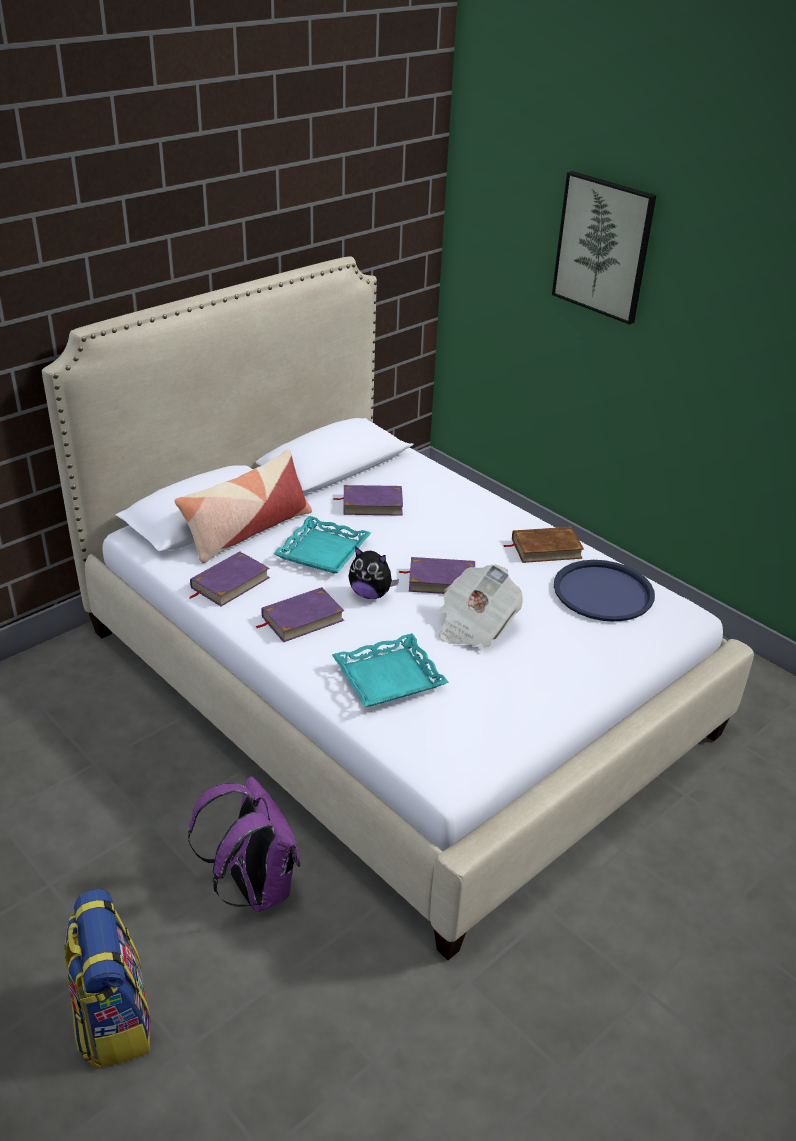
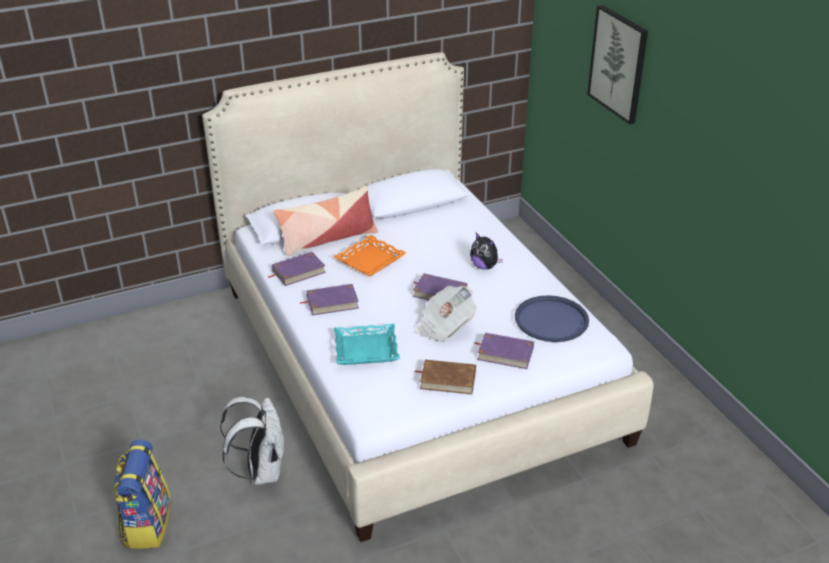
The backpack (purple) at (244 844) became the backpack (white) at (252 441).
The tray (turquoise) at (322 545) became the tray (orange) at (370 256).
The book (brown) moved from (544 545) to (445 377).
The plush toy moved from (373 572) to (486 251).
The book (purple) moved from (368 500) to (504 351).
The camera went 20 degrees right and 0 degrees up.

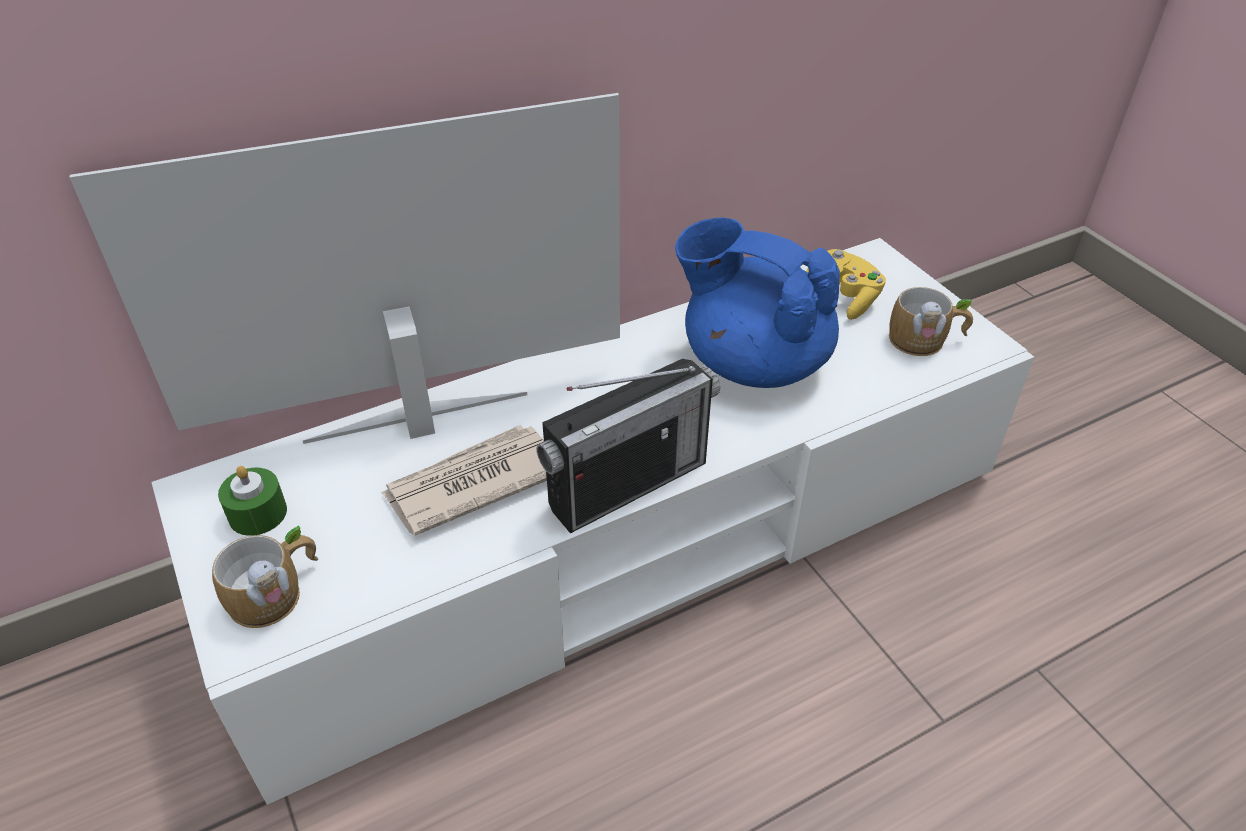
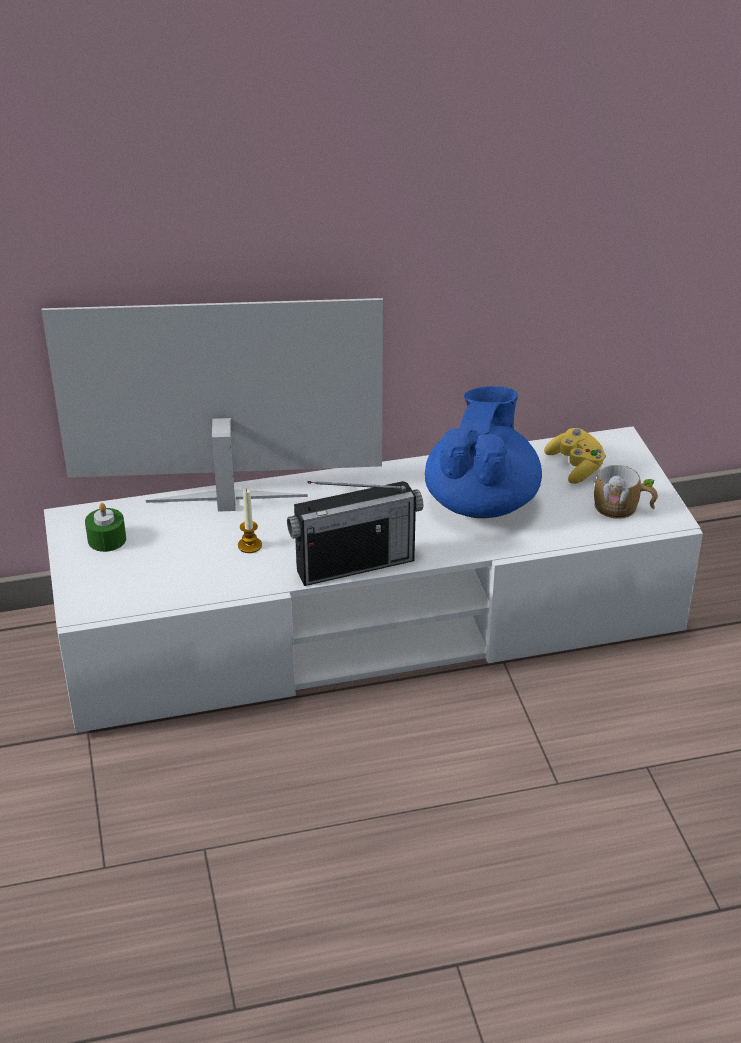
The newspaper at (464 480) was replaced by the candle at (250 520).
The teapot (blue) at (757 303) turned 60 degrees clockwise.
The mug at (265 577) disappeared.
The camera went 15 degrees right and 5 degrees down.

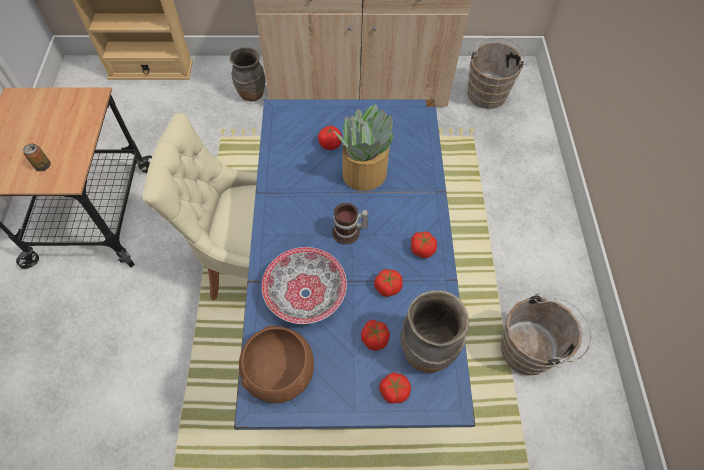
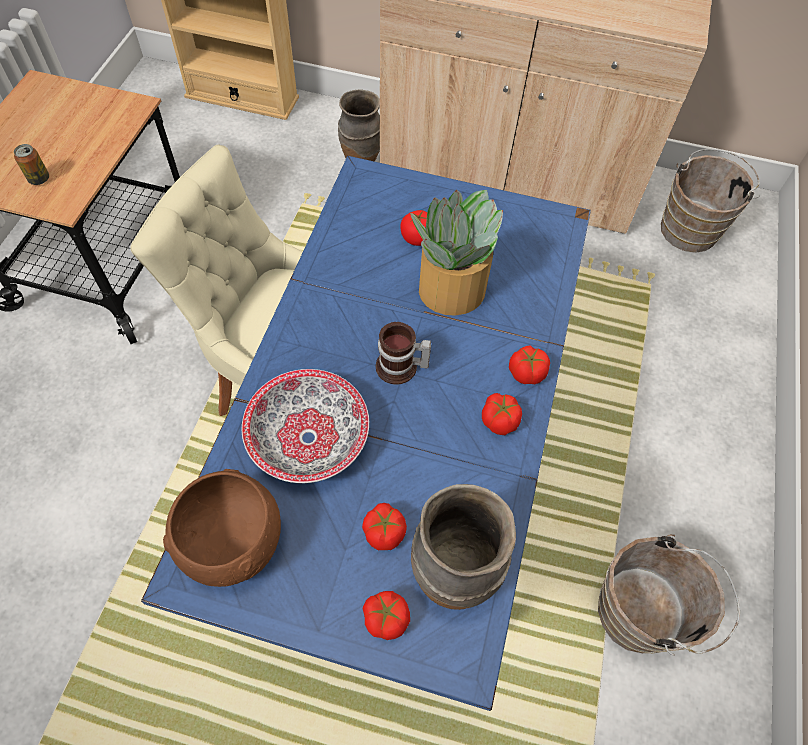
The tomato moved from (388 283) to (529 364).
The camera went 15 degrees right and 0 degrees up.

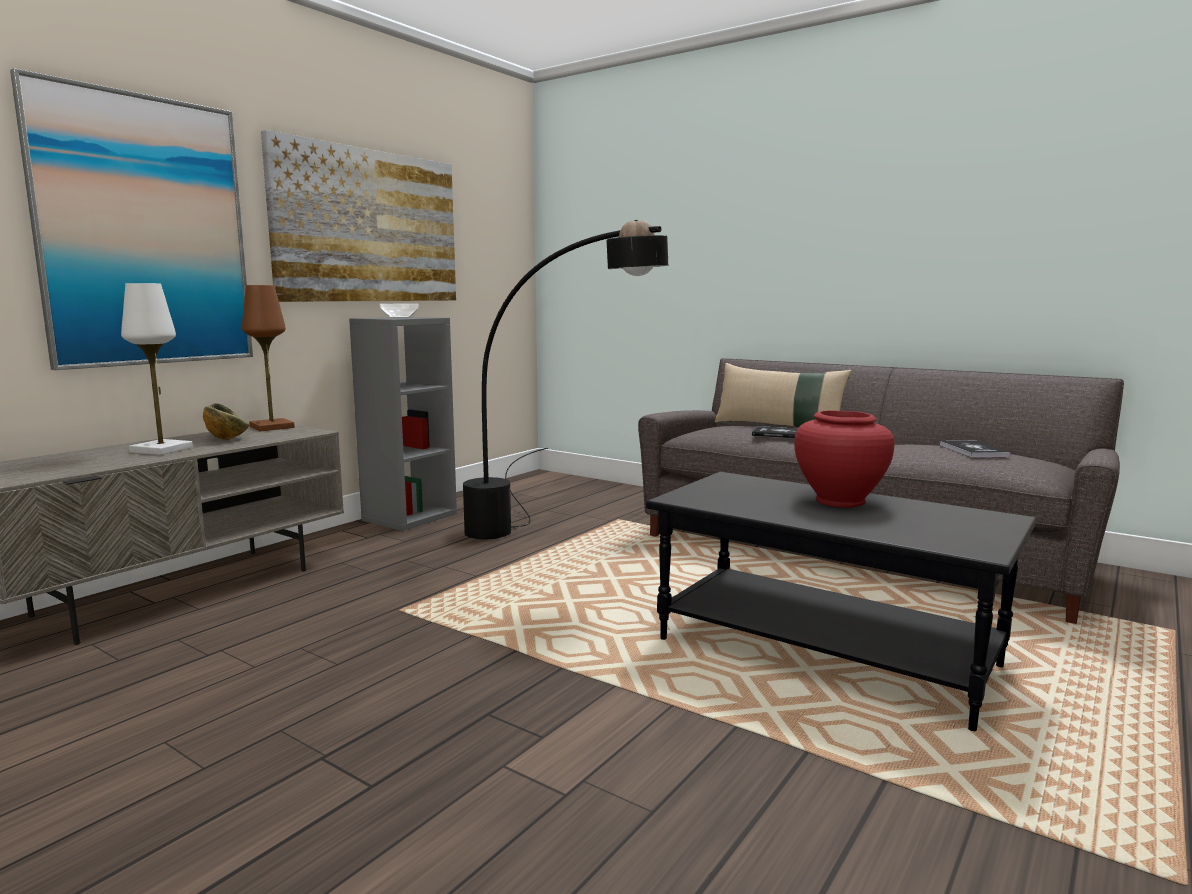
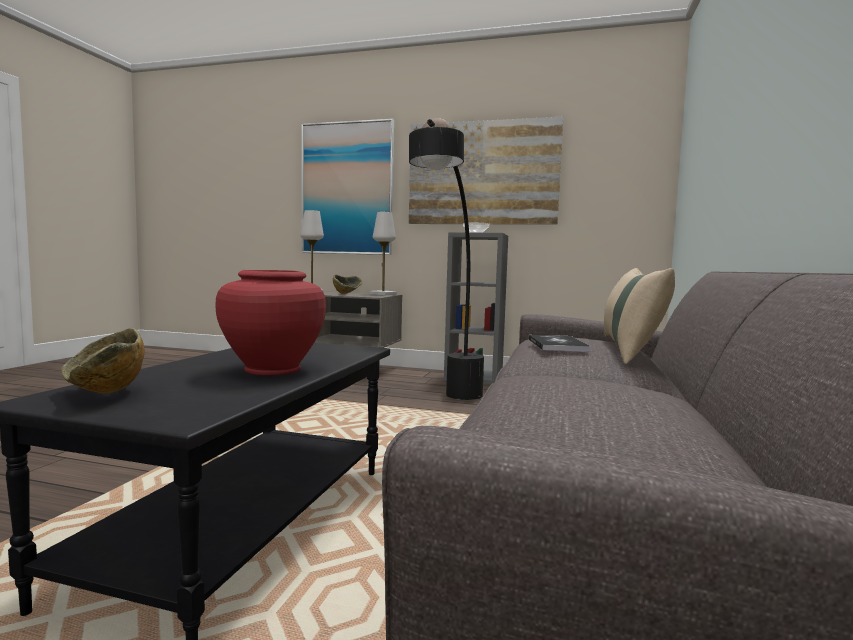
The bowl at (103 361) appeared.
The table lamp (brown) at (268 358) became the table lamp (white) at (383 253).
The book at (975 449) disappeared.
The camera went 70 degrees right and 5 degrees down.

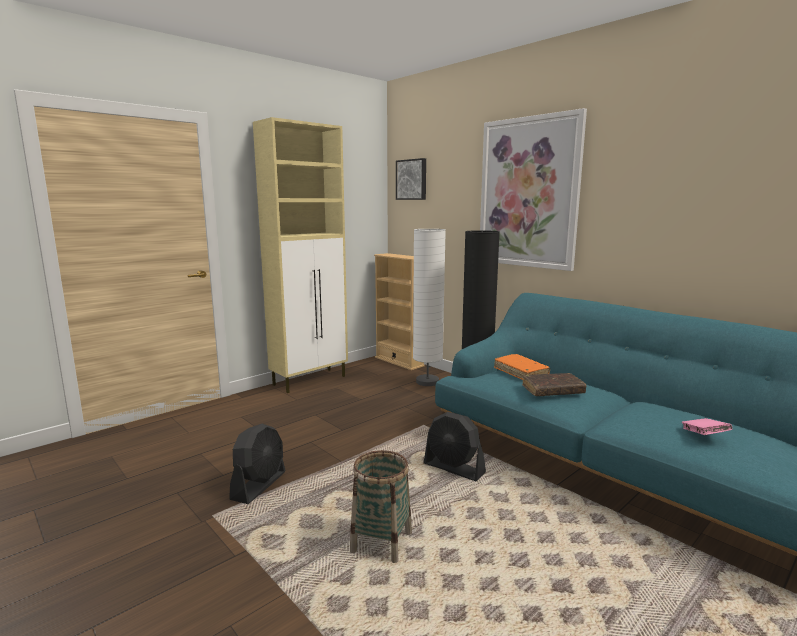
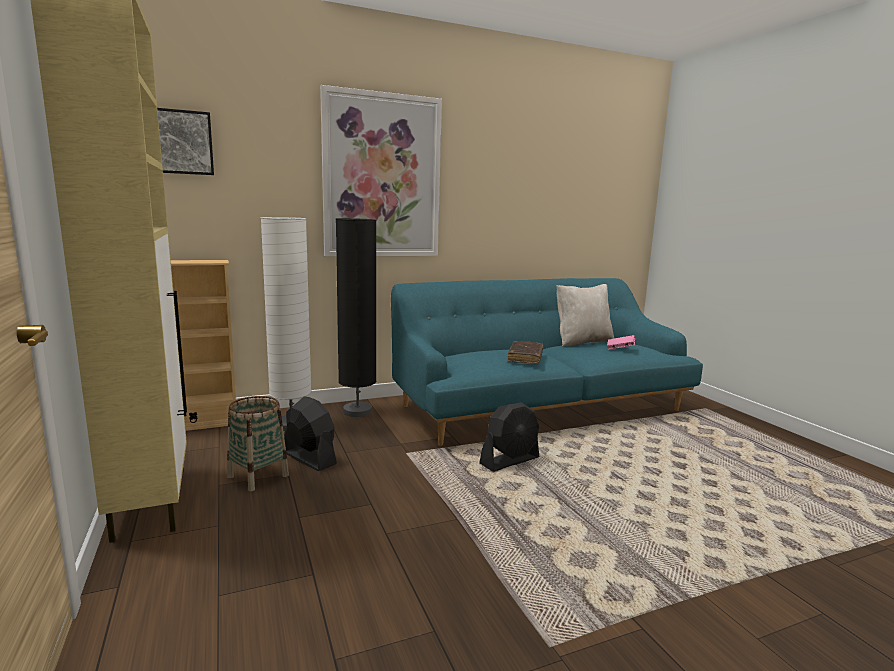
The basket moved from (381 506) to (258 443).
The fan (black) moved from (257 464) to (310 433).
The pillow (beige) at (585 315) appeared.
The book (orange) at (522 367) disappeared.
The camera went 70 degrees left and 0 degrees up.

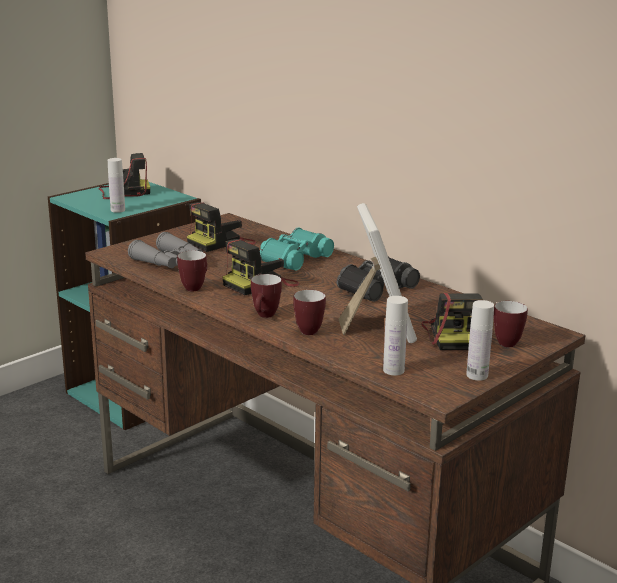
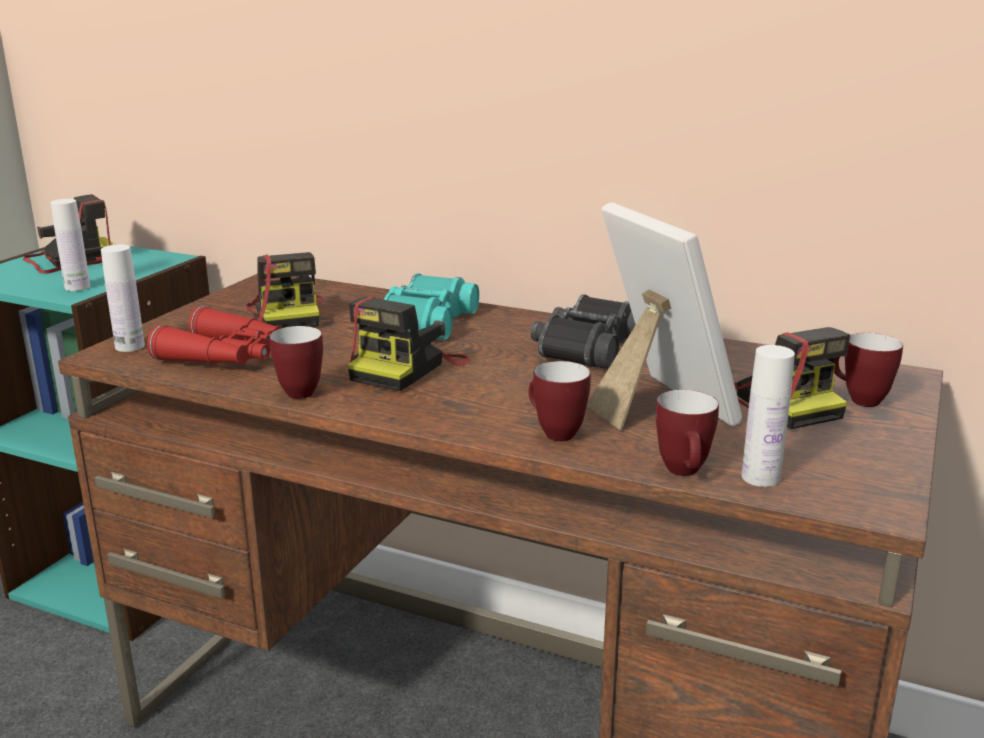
The bottle (white) moved from (480 340) to (123 298).
The binoculars (grey) at (165 250) became the binoculars (red) at (214 335).
The photo camera at (221 227) turned 45 degrees counterclockwise.
The mug moved from (266 296) to (687 433).
The camera went 20 degrees left and 0 degrees up.

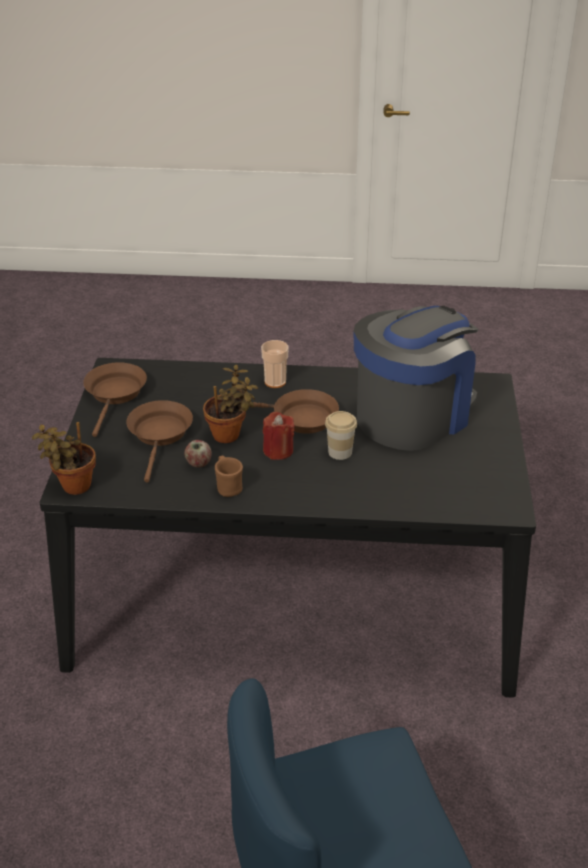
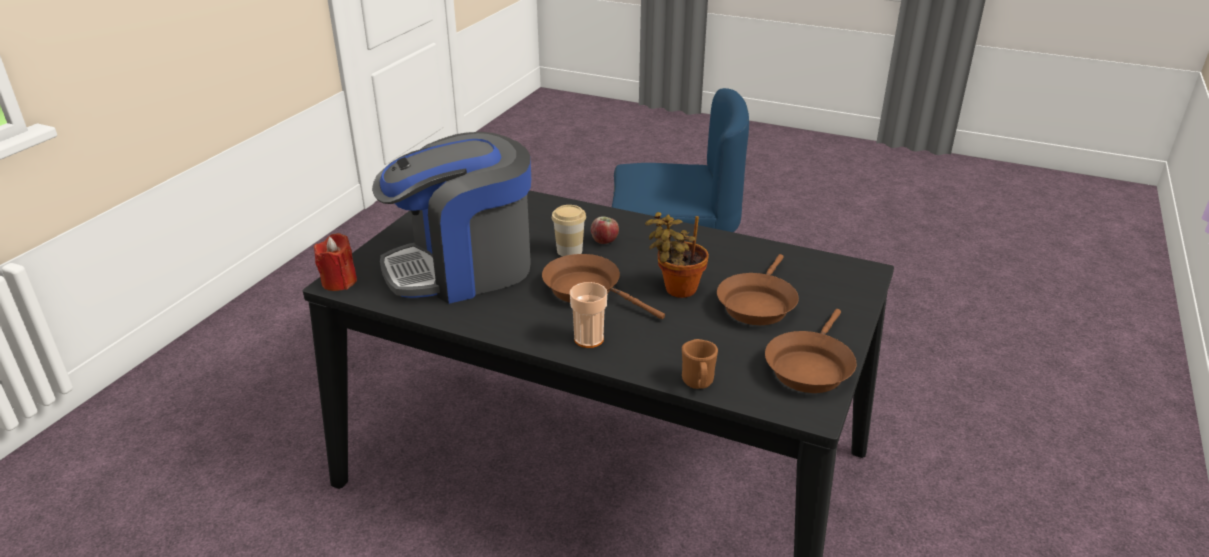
The candle (red) moved from (279 436) to (335 262).
The apple moved from (198 454) to (605 230).
The mug (brown) moved from (229 476) to (700 364).
The potted plant at (64 458) disappeared.
The camera went 160 degrees left and 5 degrees down.

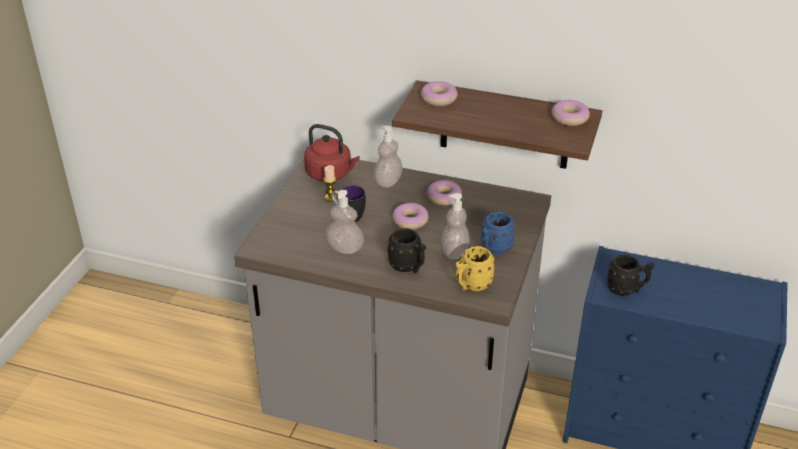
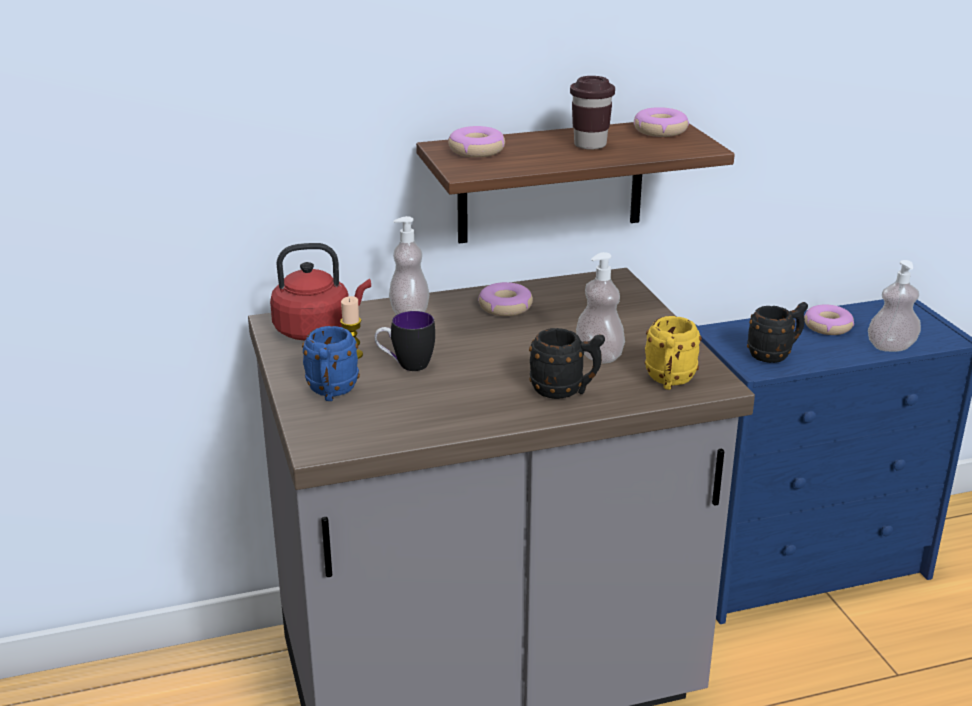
The mug (blue) moved from (498 233) to (331 363).
The cup (brown) at (592 113) appeared.
The donut moved from (410 216) to (829 320).
The soap dispenser moved from (344 222) to (894 306).
The camera went 35 degrees left and 10 degrees down.

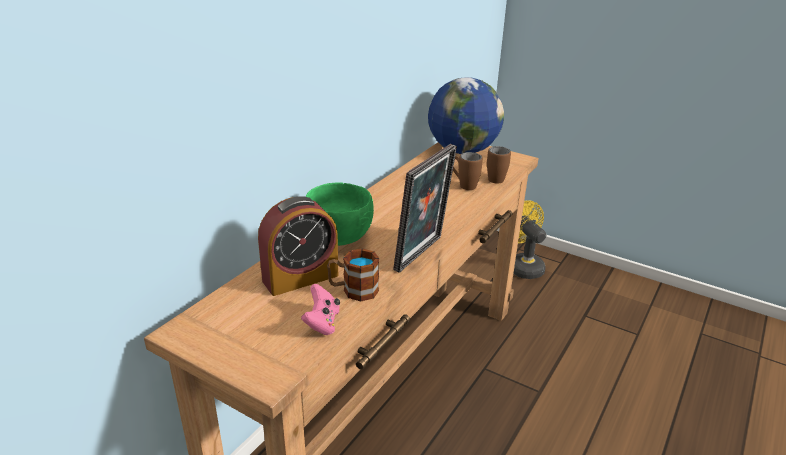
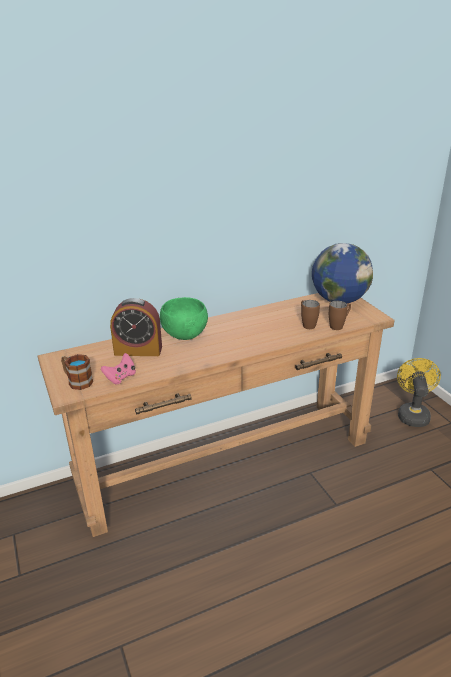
The mug moved from (353 275) to (77 372).
The picture frame at (425 208) disappeared.
The camera went 35 degrees right and 0 degrees up.

